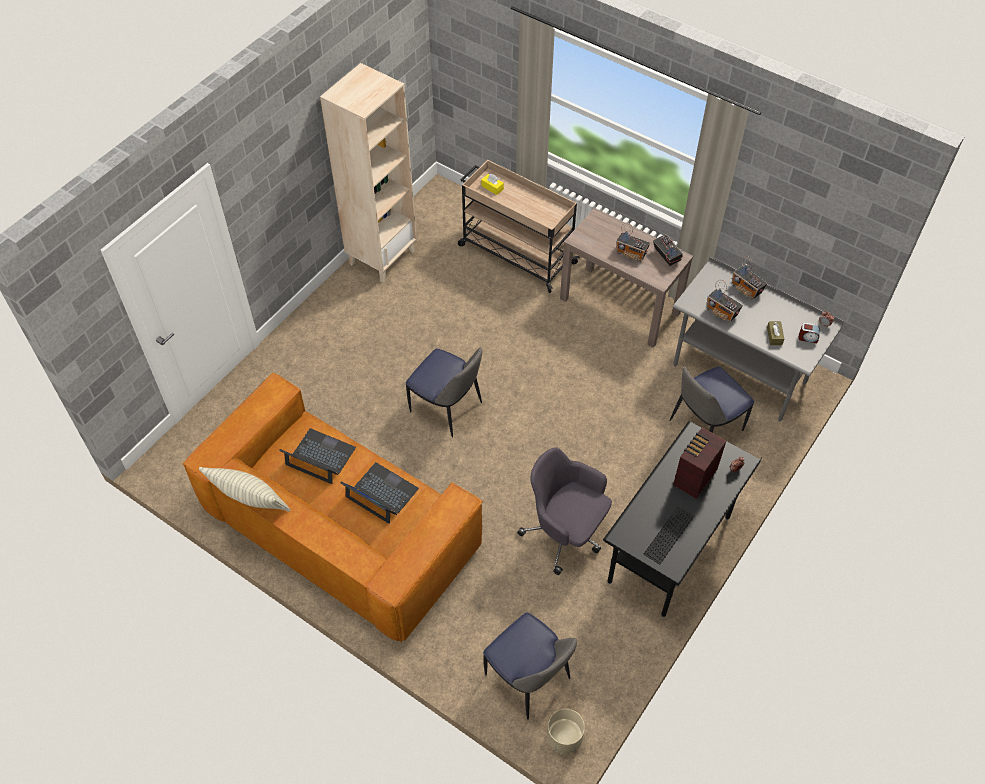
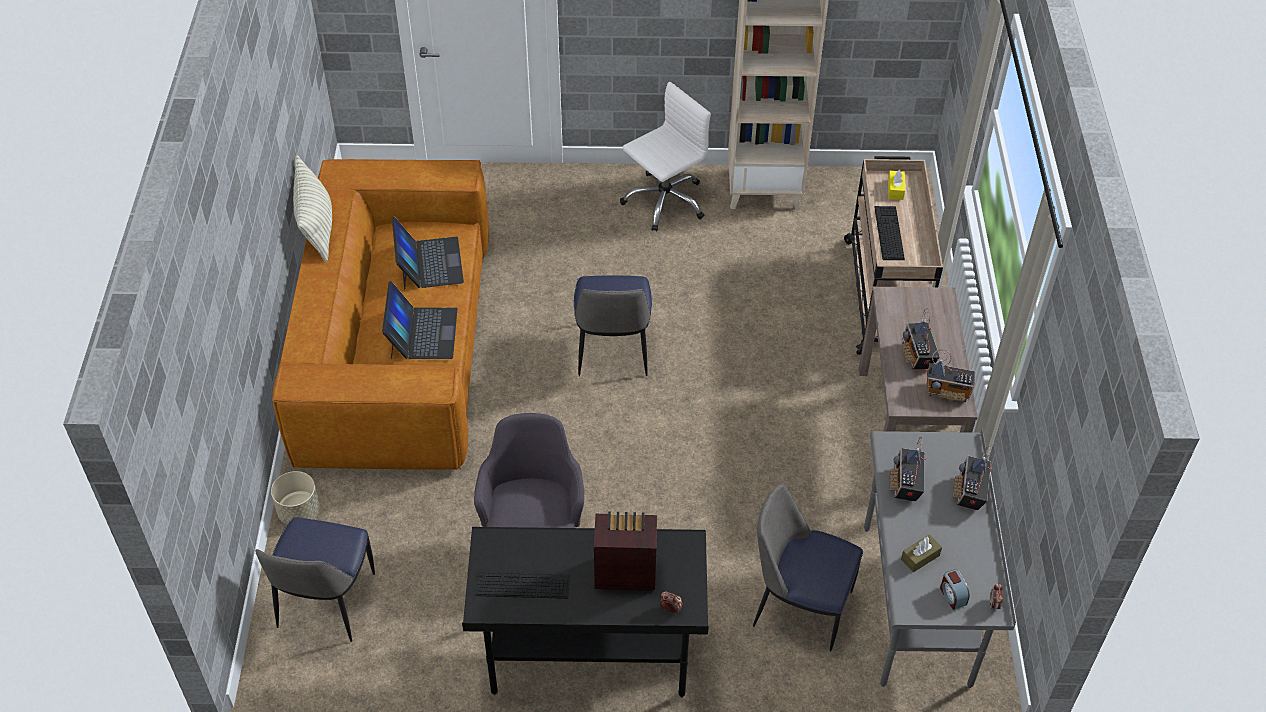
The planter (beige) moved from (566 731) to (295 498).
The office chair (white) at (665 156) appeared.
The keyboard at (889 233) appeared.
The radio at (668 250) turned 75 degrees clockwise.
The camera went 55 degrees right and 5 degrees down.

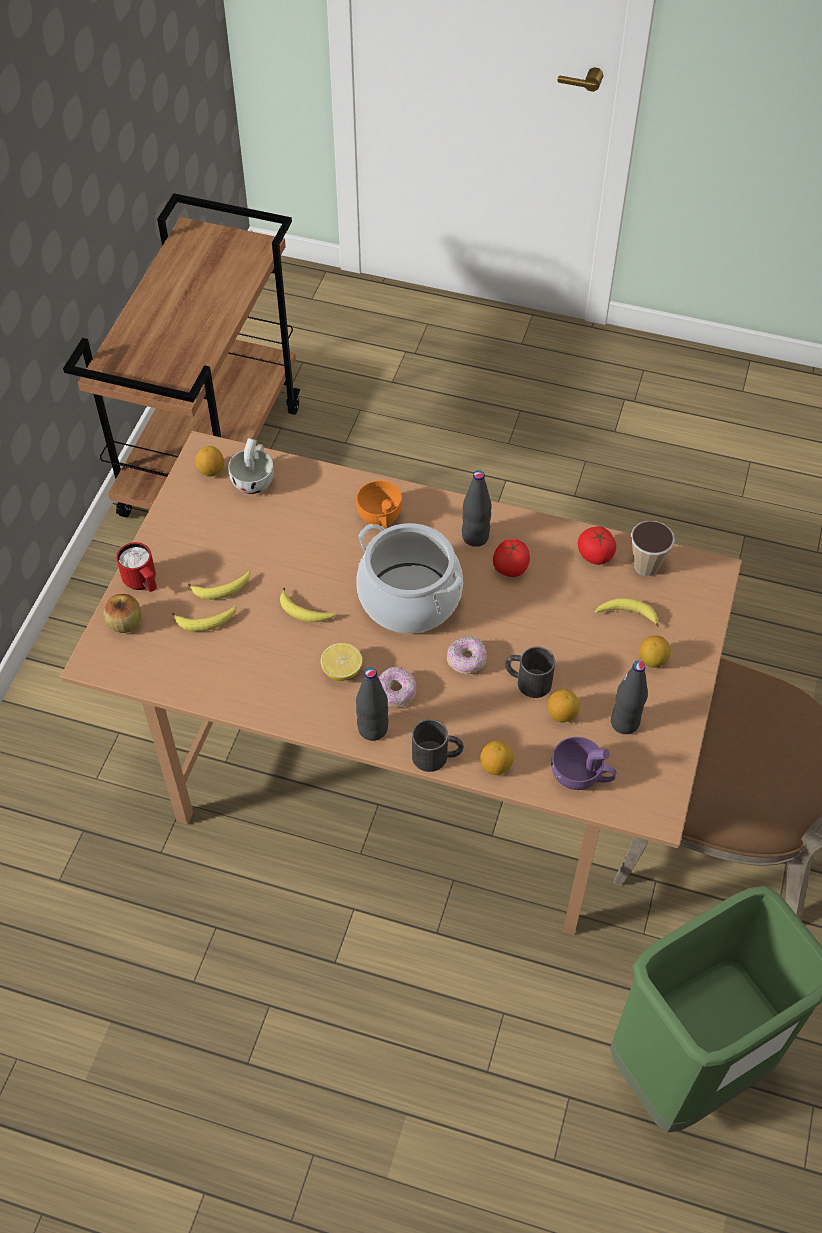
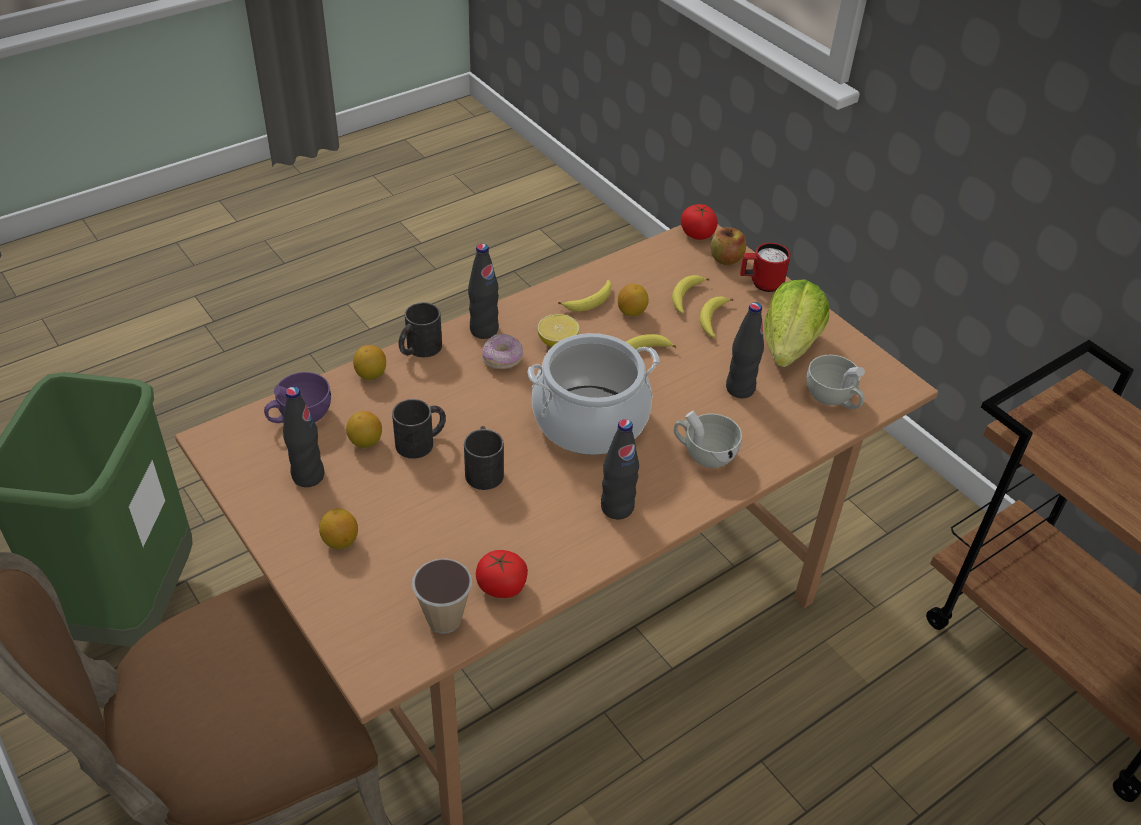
The mug (black) at (484 458) appeared.
The banana moved from (627 612) to (584 296).
The lemon moved from (209 461) to (633 300).
The cup (orange) at (379 505) became the cup (white) at (708 439).
The tomato moved from (511 558) to (699 222).
The bottle (black) at (745 350) appeared.
The lettuce at (796 323) appeared.
The donut at (467 655) disappeared.
The camera went 125 degrees right and 10 degrees down.

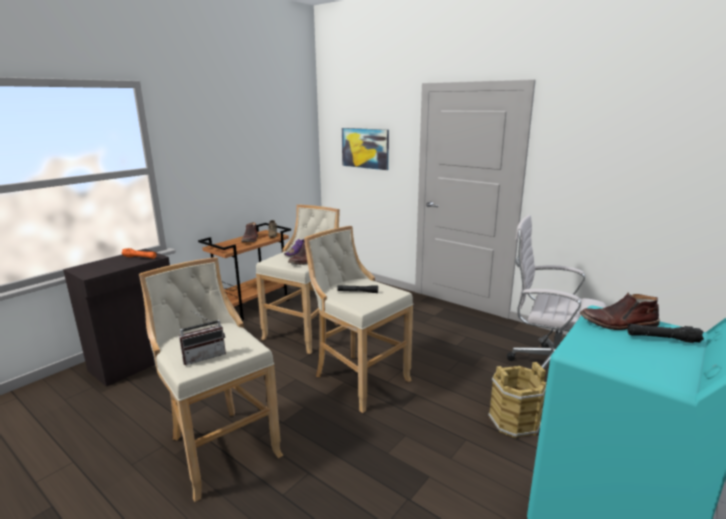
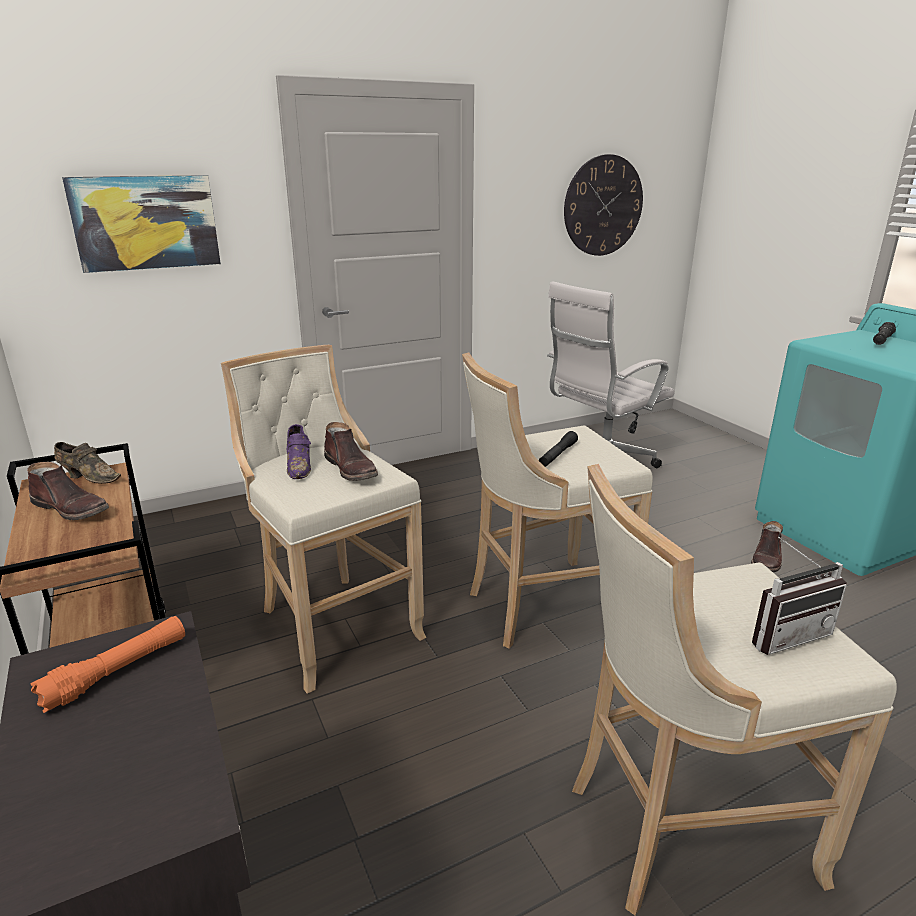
The wall clock at (603 205) appeared.
The boot (brown) moved from (620 311) to (767 546).
The radio at (202 338) turned 75 degrees clockwise.
The bucket (brown) at (517 400) disappeared.
The camera went 65 degrees left and 5 degrees up.

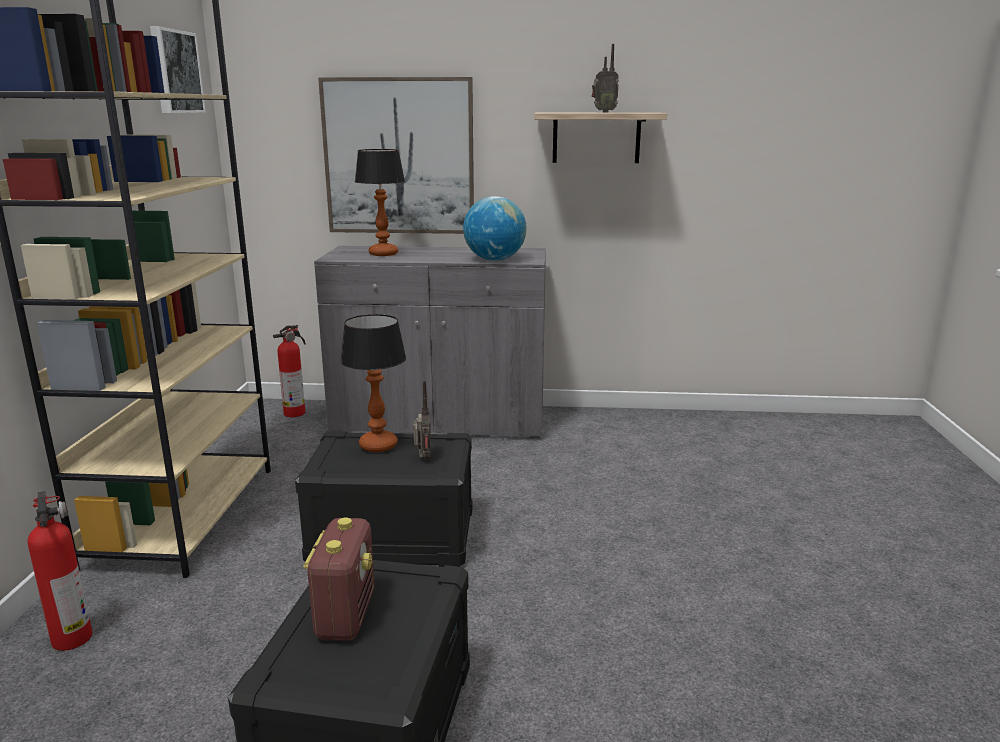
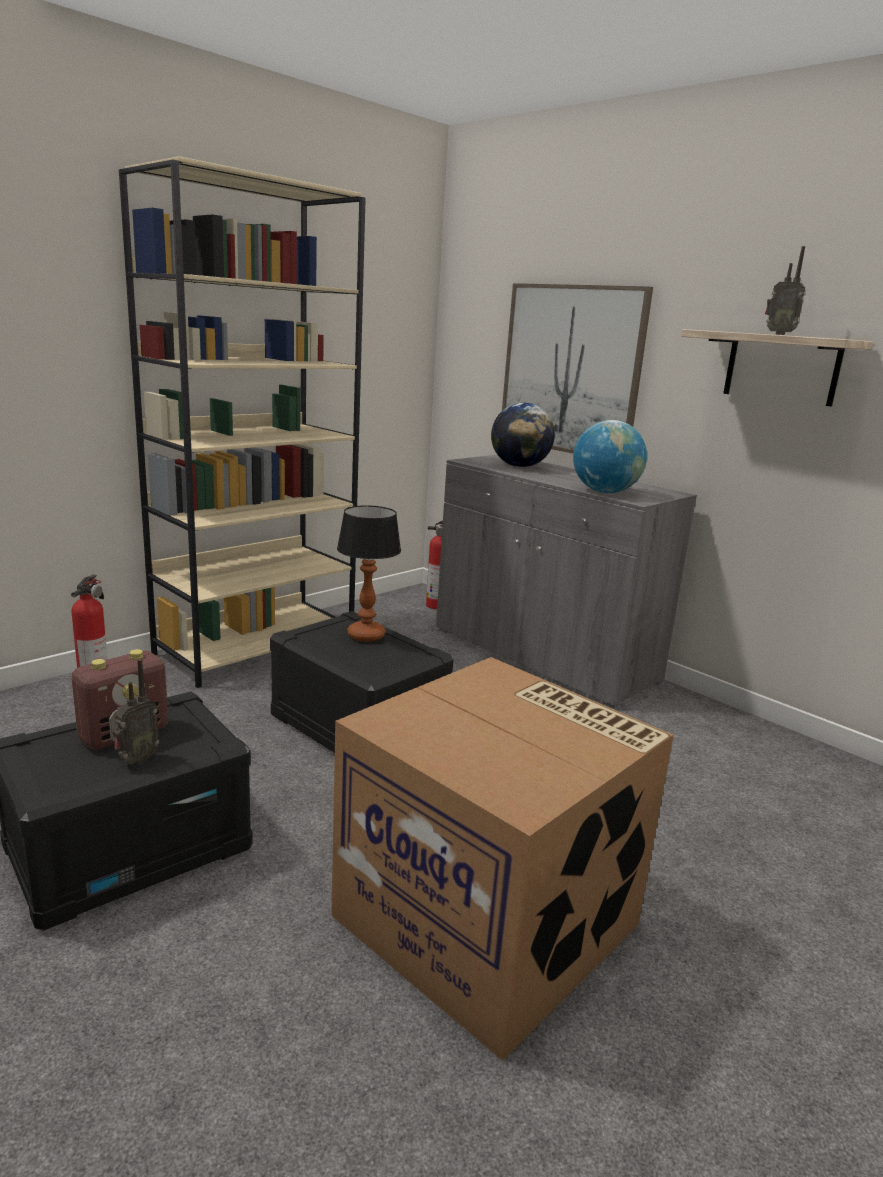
The radio moved from (422 420) to (134 712).
The cardboard box at (502 859) appeared.
The table lamp at (380 202) was replaced by the globe at (523 435).
The picture at (178 69) disappeared.
The camera went 40 degrees right and 0 degrees up.

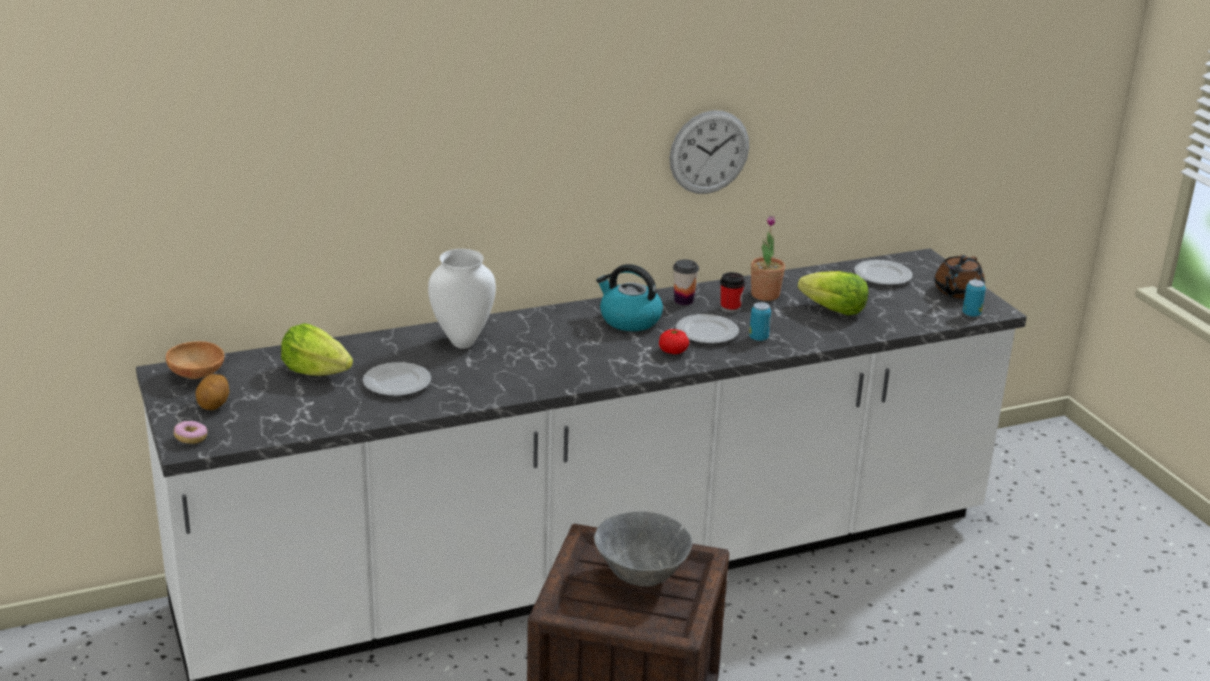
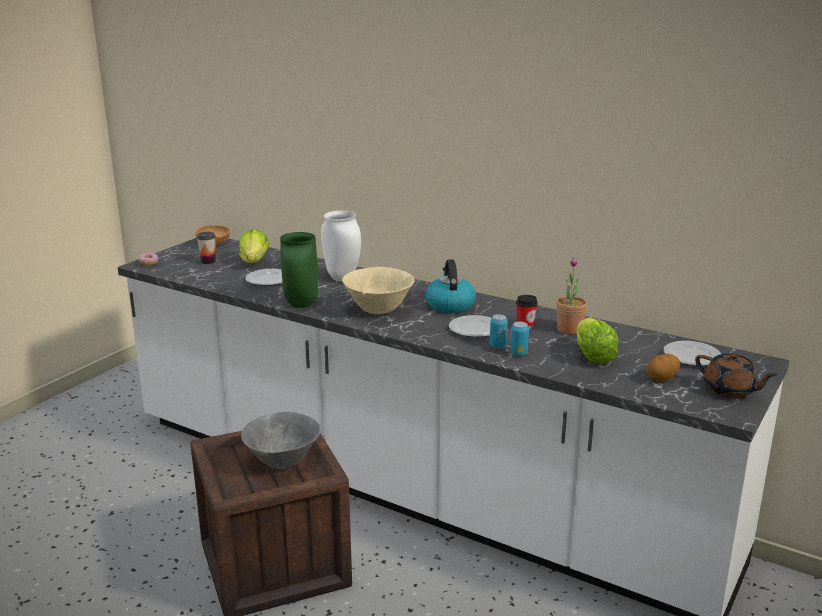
The cup moved from (686 282) to (206 248).
The vase (green) at (299 270) appeared.
The bowl (beige) at (378 290) appeared.
The can moved from (974 298) to (519 338).
The potato moved from (212 392) to (663 368).
The teapot (brown) at (959 277) turned 135 degrees counterclockwise.
The tomato at (674 341) disappeared.
The wall clock at (709 152) disappeared.
The camera went 55 degrees right and 5 degrees down.

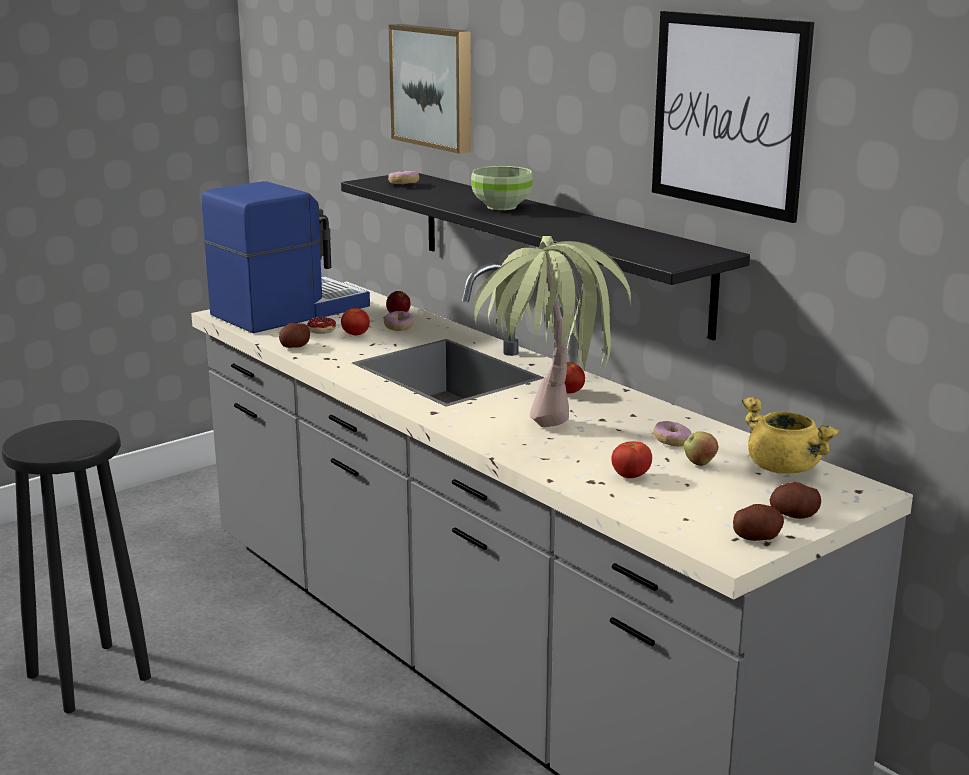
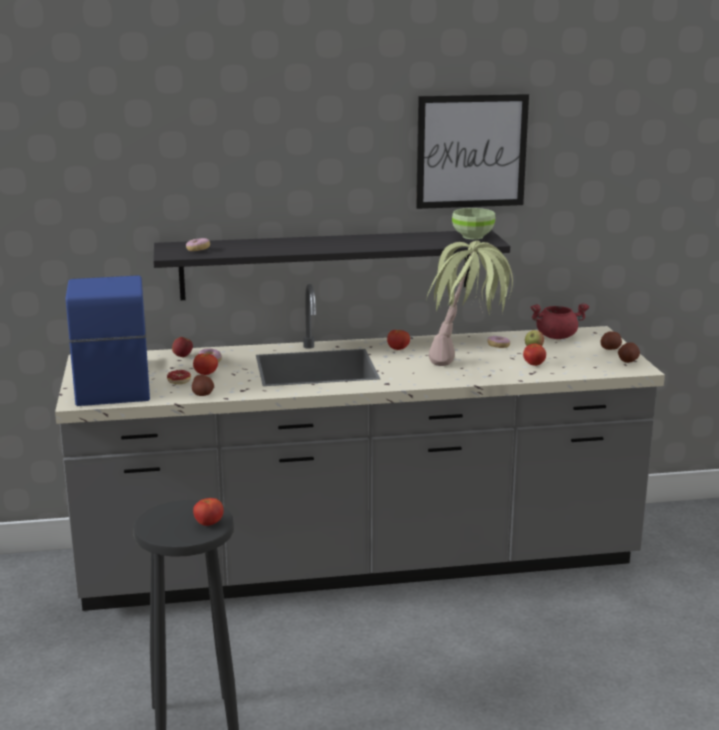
The tomato at (208 512) appeared.
The bowl (green) moved from (502 188) to (473 223).
The cooking pot (yellow) at (790 435) became the cooking pot (red) at (559 321).
The picture at (429 89) disappeared.
The camera went 60 degrees left and 0 degrees up.

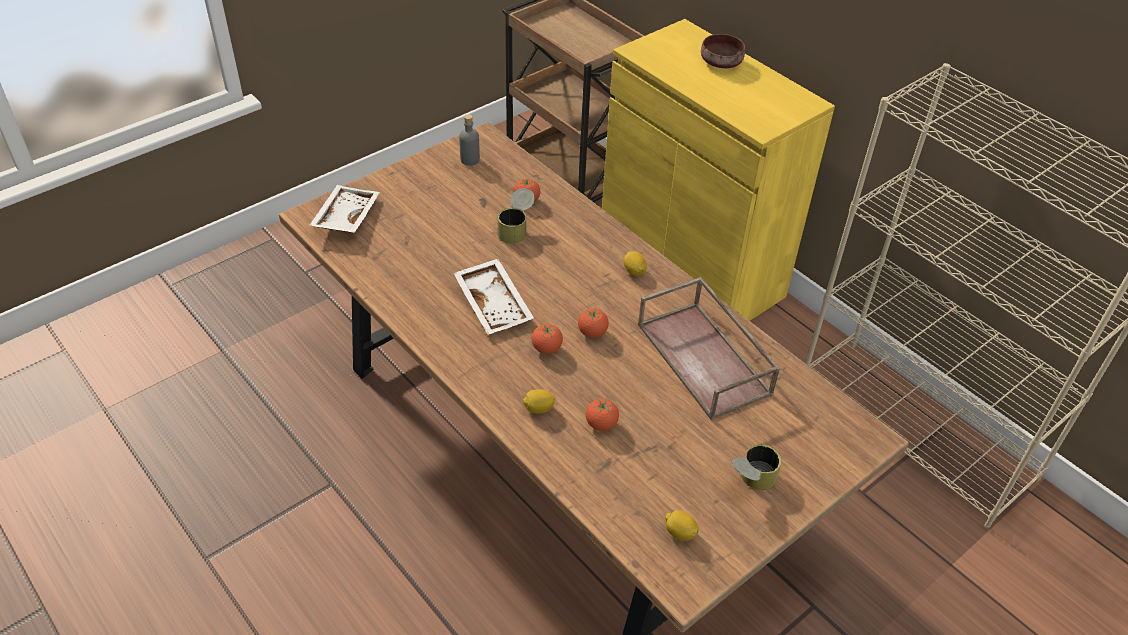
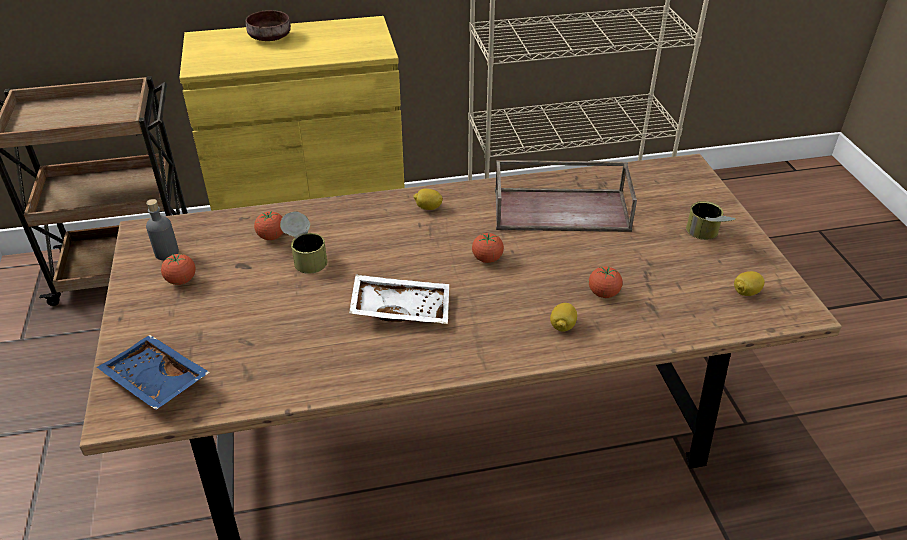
The tray (white) at (344 209) became the tray (blue) at (153 372).
The tomato moved from (547 339) to (178 269).
The camera went 60 degrees left and 5 degrees down.

